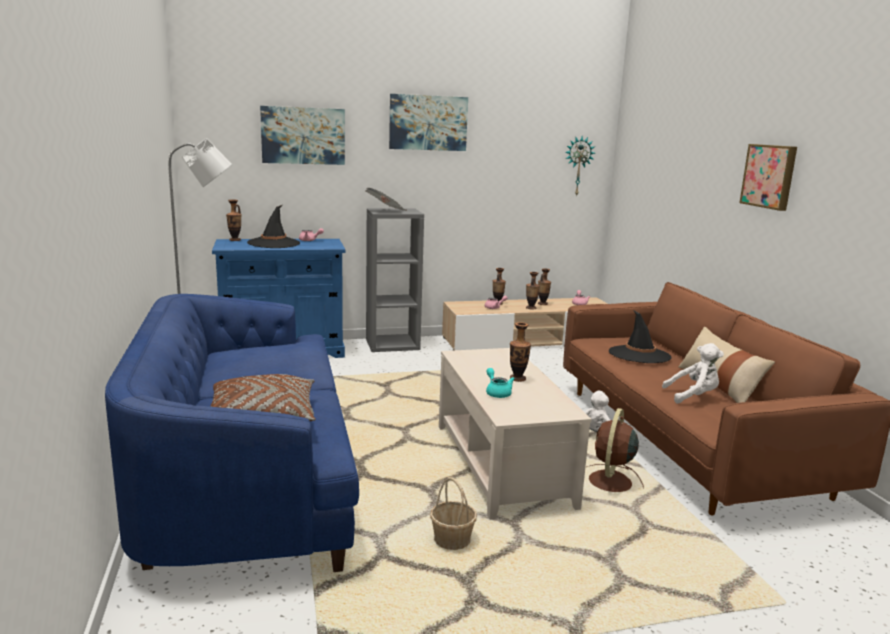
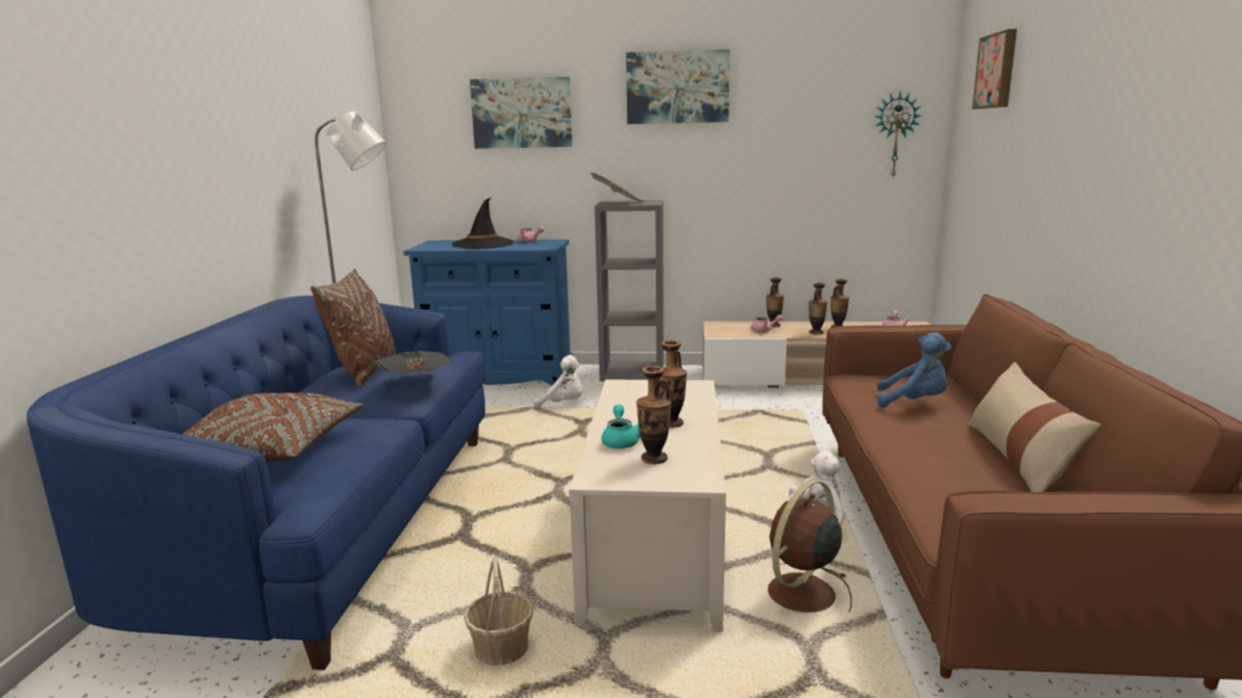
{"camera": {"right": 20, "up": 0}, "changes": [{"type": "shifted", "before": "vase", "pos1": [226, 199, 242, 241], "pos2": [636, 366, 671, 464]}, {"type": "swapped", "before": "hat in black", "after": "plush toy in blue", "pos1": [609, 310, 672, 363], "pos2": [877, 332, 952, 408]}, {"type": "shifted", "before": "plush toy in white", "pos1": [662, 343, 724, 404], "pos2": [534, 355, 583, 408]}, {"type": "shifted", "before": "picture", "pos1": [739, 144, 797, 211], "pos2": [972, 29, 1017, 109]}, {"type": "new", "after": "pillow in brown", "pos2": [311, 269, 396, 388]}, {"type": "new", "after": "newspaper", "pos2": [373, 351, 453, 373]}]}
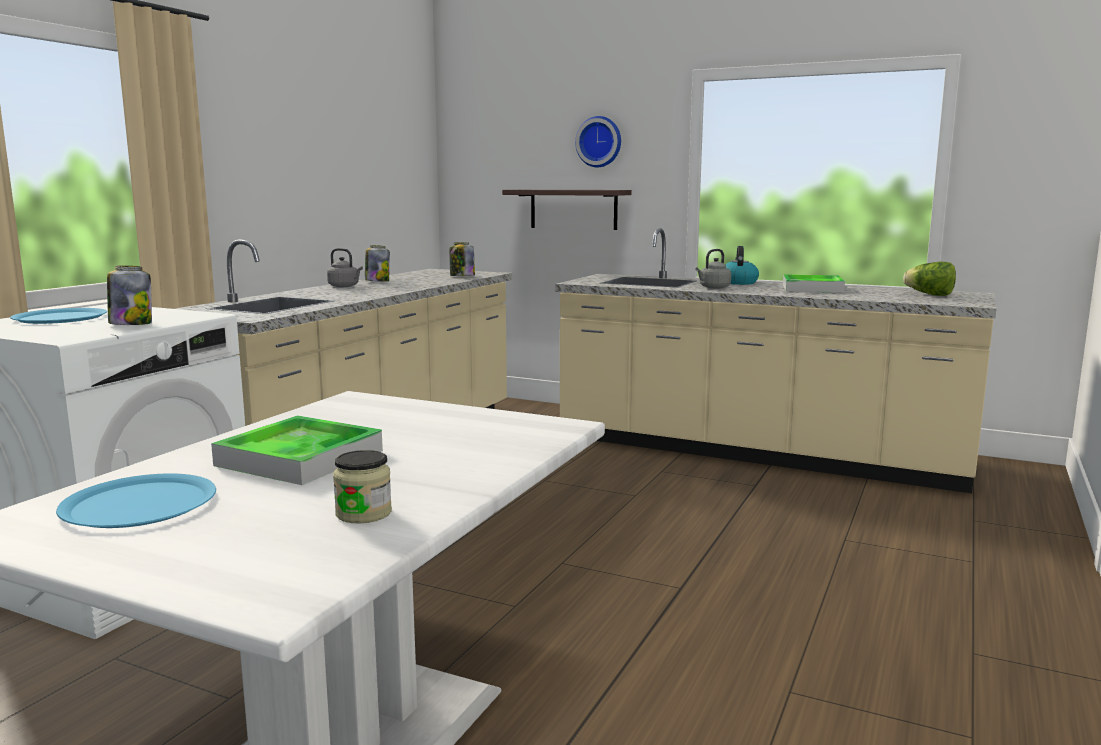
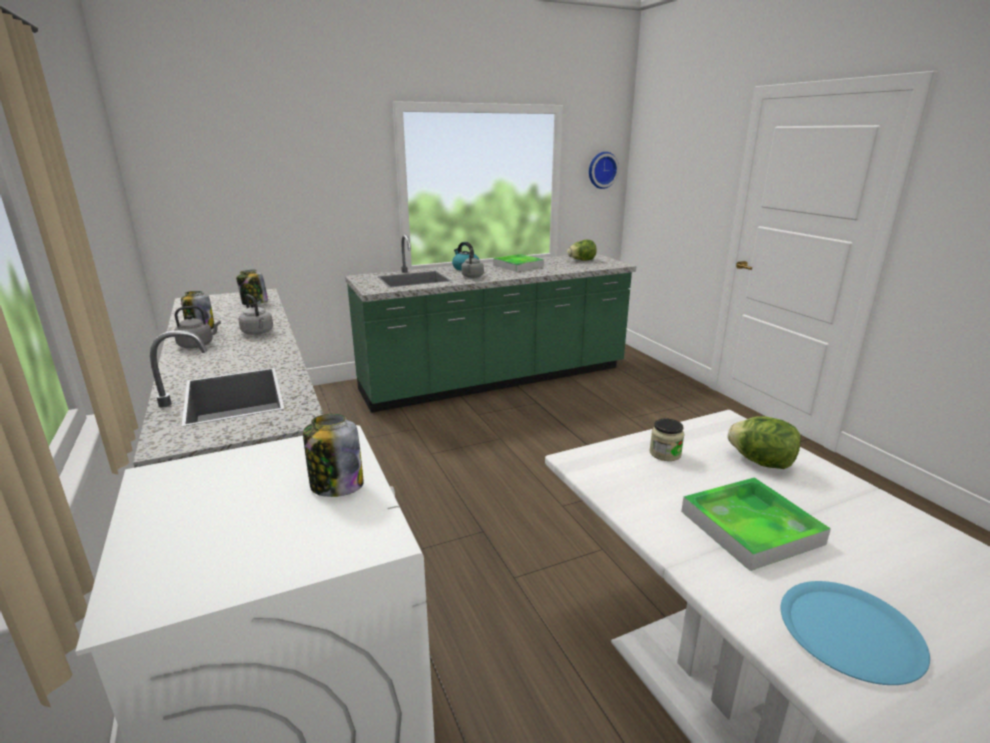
{"camera": {"right": -50, "up": 10}, "changes": [{"type": "gone", "before": "plate in blue", "pos1": [10, 308, 107, 324]}, {"type": "shifted", "before": "jar", "pos1": [333, 450, 392, 523], "pos2": [650, 418, 684, 461]}, {"type": "gone", "before": "shelf", "pos1": [502, 190, 632, 230]}, {"type": "repainted", "before": "counter in beige", "after": "counter in green", "pos1": [556, 228, 997, 493], "pos2": [345, 235, 636, 413]}, {"type": "shifted", "before": "wall clock", "pos1": [575, 116, 621, 167], "pos2": [589, 152, 619, 189]}, {"type": "new", "after": "kettle in grey", "pos2": [238, 294, 273, 335]}, {"type": "new", "after": "lettuce", "pos2": [727, 416, 801, 469]}]}
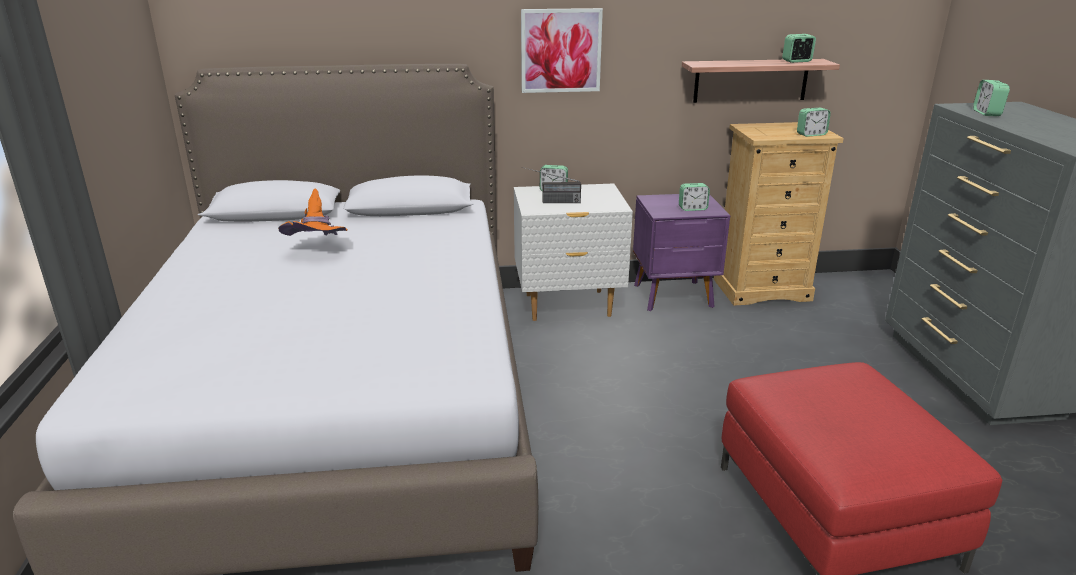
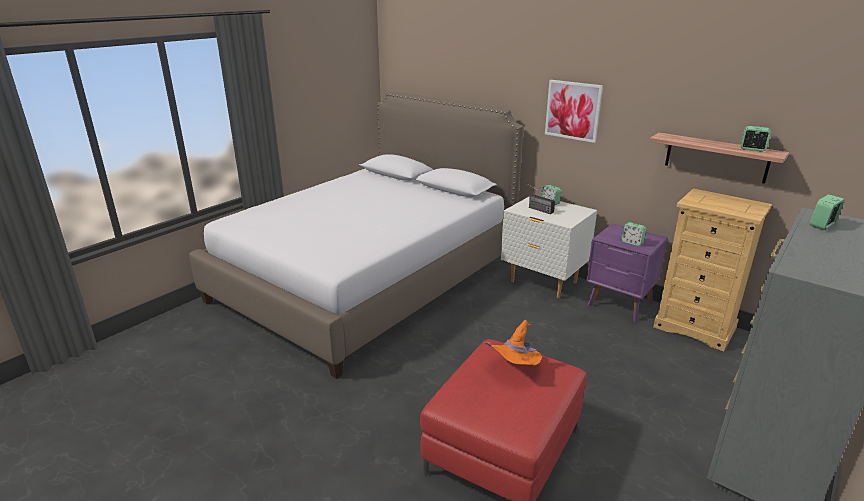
{"camera": {"right": 45, "up": 0}, "changes": [{"type": "shifted", "before": "hat in orange", "pos1": [278, 189, 348, 236], "pos2": [484, 320, 543, 366]}, {"type": "gone", "before": "alarm clock", "pos1": [797, 108, 831, 137]}]}
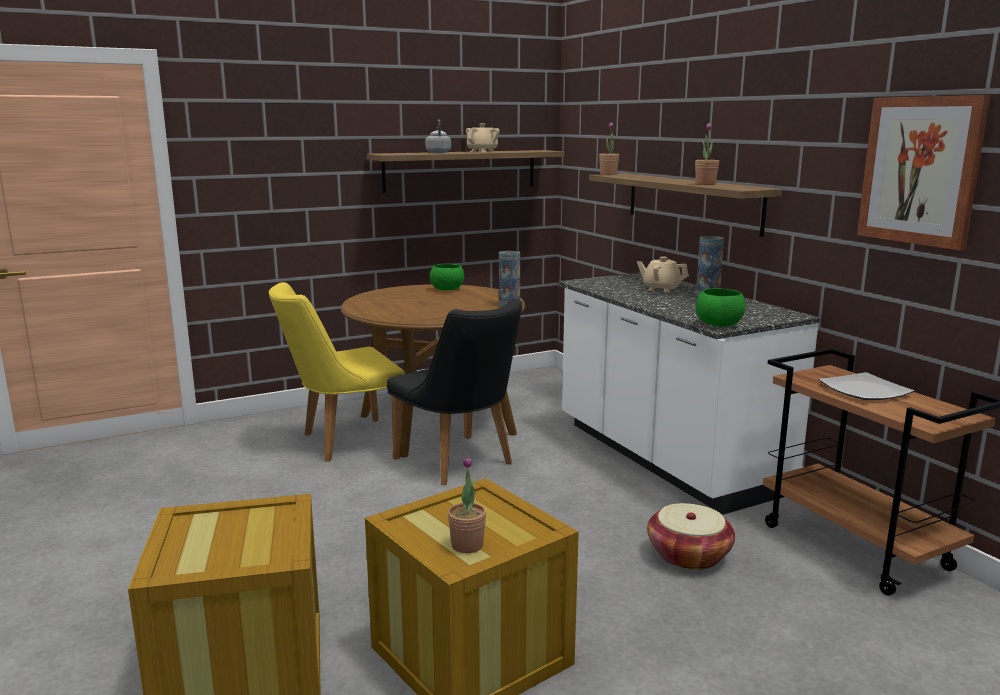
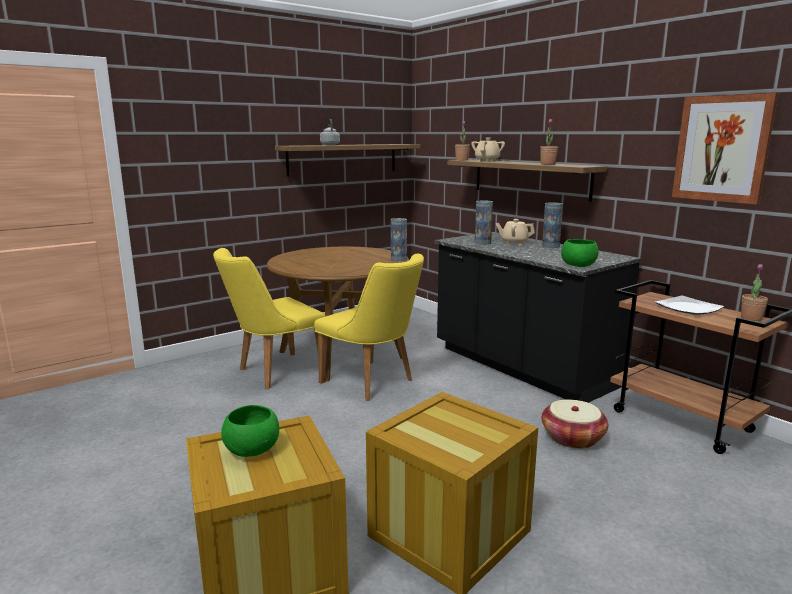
{"camera": {"right": -10, "up": 0}, "changes": [{"type": "repainted", "before": "chair in black", "after": "chair in yellow", "pos1": [387, 299, 522, 485], "pos2": [314, 254, 424, 401]}, {"type": "shifted", "before": "bowl in green", "pos1": [430, 264, 464, 290], "pos2": [221, 405, 279, 457]}, {"type": "shifted", "before": "potted plant", "pos1": [448, 456, 486, 553], "pos2": [741, 264, 768, 321]}, {"type": "shifted", "before": "teapot in beige", "pos1": [466, 123, 500, 152], "pos2": [471, 137, 505, 162]}, {"type": "repainted", "before": "counter in white", "after": "counter in black", "pos1": [558, 272, 820, 515], "pos2": [434, 232, 641, 403]}, {"type": "new", "after": "vase", "pos2": [475, 201, 493, 245]}]}
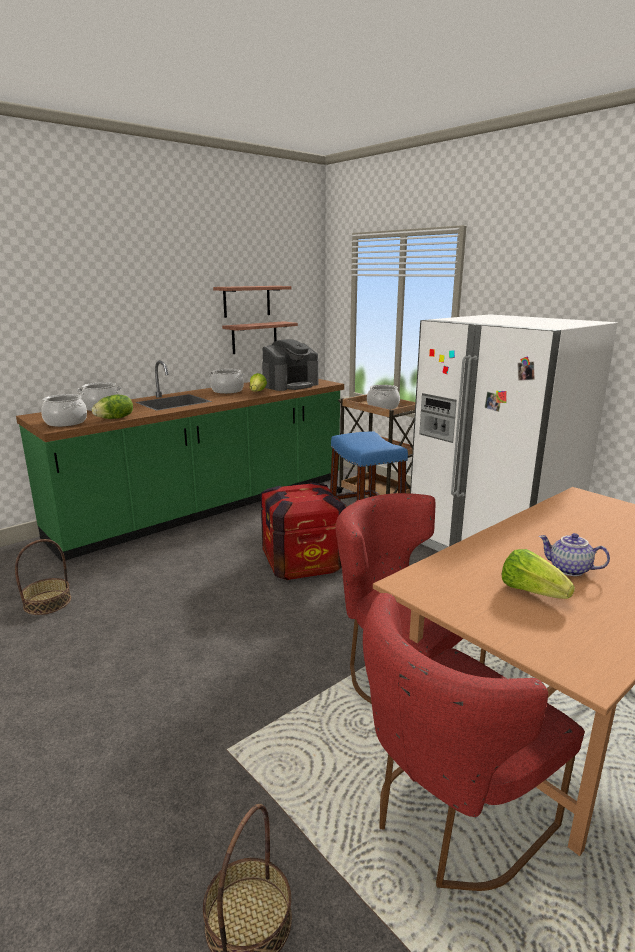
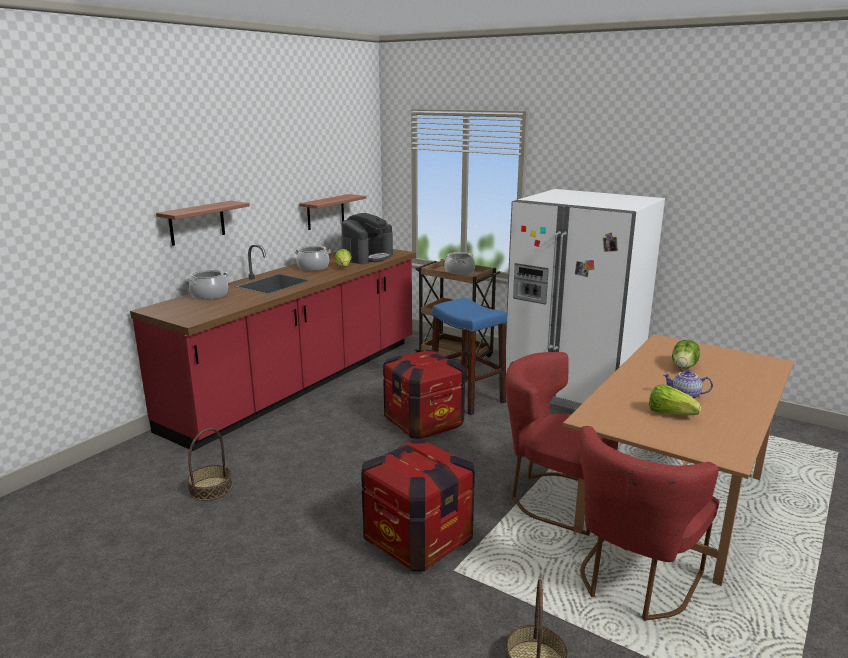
{"camera": {"right": -15, "up": 0}, "changes": [{"type": "repainted", "before": "counter in green", "after": "counter in red", "pos1": [16, 361, 344, 562], "pos2": [130, 244, 416, 451]}, {"type": "gone", "before": "cooking pot", "pos1": [41, 394, 87, 427]}, {"type": "shifted", "before": "lettuce", "pos1": [92, 395, 133, 419], "pos2": [672, 340, 700, 369]}, {"type": "shifted", "before": "shelf", "pos1": [213, 286, 292, 318], "pos2": [156, 201, 250, 246]}, {"type": "new", "after": "crate", "pos2": [361, 439, 475, 571]}]}
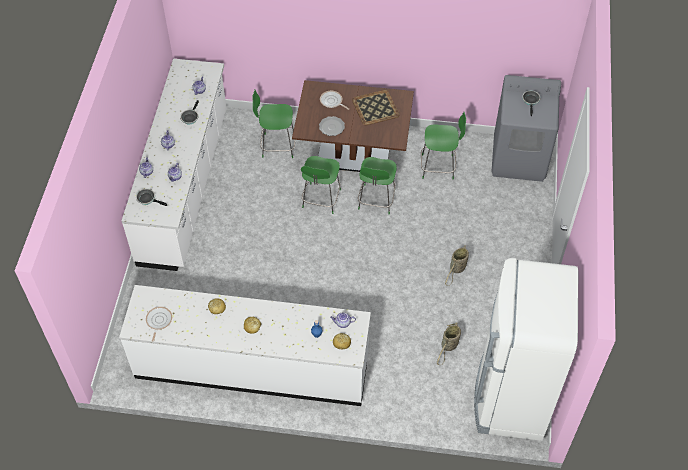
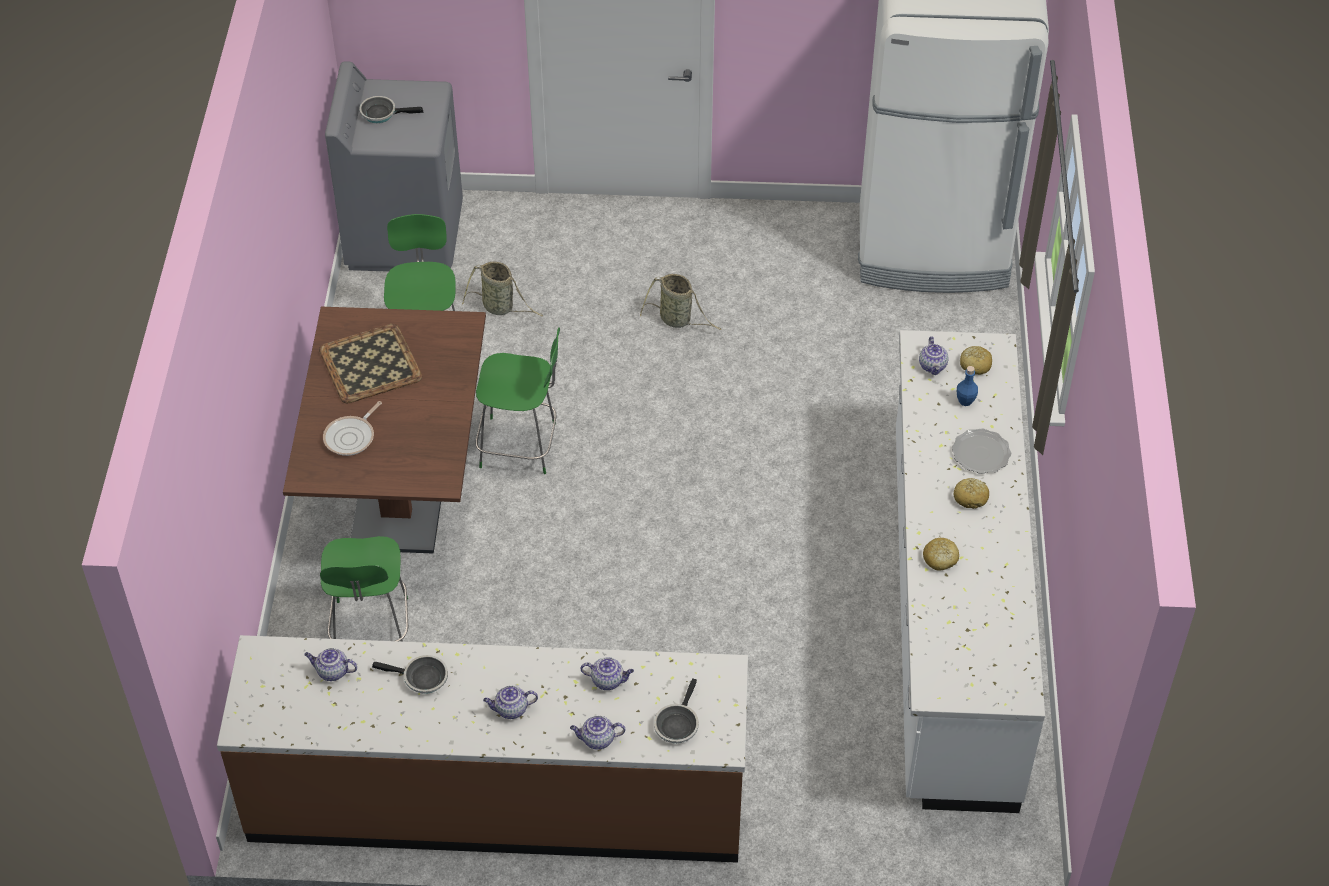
{"camera": {"right": -95, "up": -5}, "changes": [{"type": "repainted", "before": "counter in white", "after": "counter in brown", "pos1": [121, 58, 227, 271], "pos2": [217, 635, 748, 863]}, {"type": "gone", "before": "frying pan", "pos1": [146, 307, 172, 341]}, {"type": "gone", "before": "chair in green", "pos1": [301, 156, 341, 214]}, {"type": "shifted", "before": "plate", "pos1": [319, 116, 345, 136], "pos2": [952, 428, 1011, 474]}, {"type": "shifted", "before": "basket", "pos1": [437, 322, 461, 365], "pos2": [462, 261, 543, 316]}]}
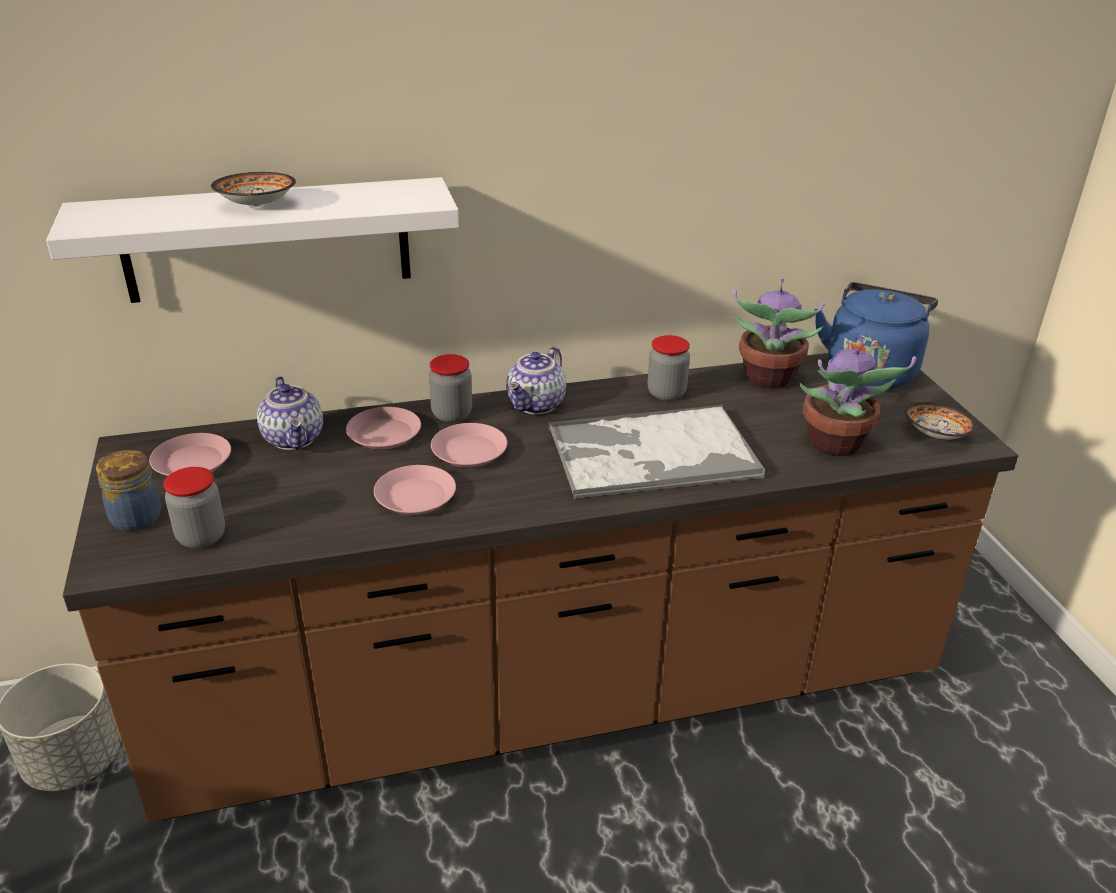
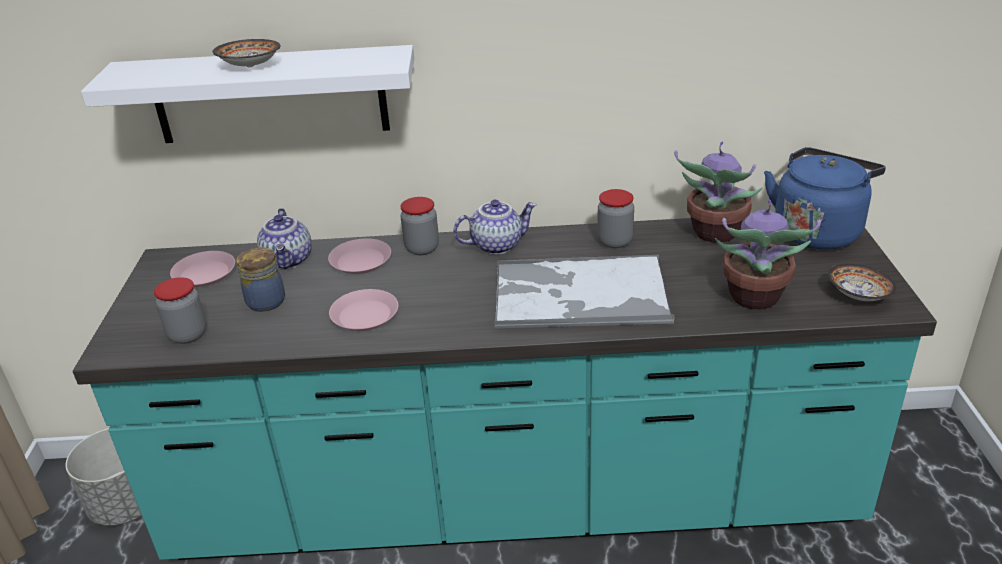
{"camera": {"right": 15, "up": 0}, "changes": [{"type": "repainted", "before": "counter in brown", "after": "counter in turquoise", "pos1": [63, 353, 1019, 822], "pos2": [73, 215, 937, 560]}, {"type": "shifted", "before": "jar", "pos1": [96, 450, 161, 531], "pos2": [236, 247, 285, 312]}, {"type": "gone", "before": "plate in pink", "pos1": [431, 423, 507, 467]}, {"type": "rotated", "before": "teapot", "pos1": [506, 346, 566, 415], "pos2": [453, 200, 537, 255], "turn": -150}]}
